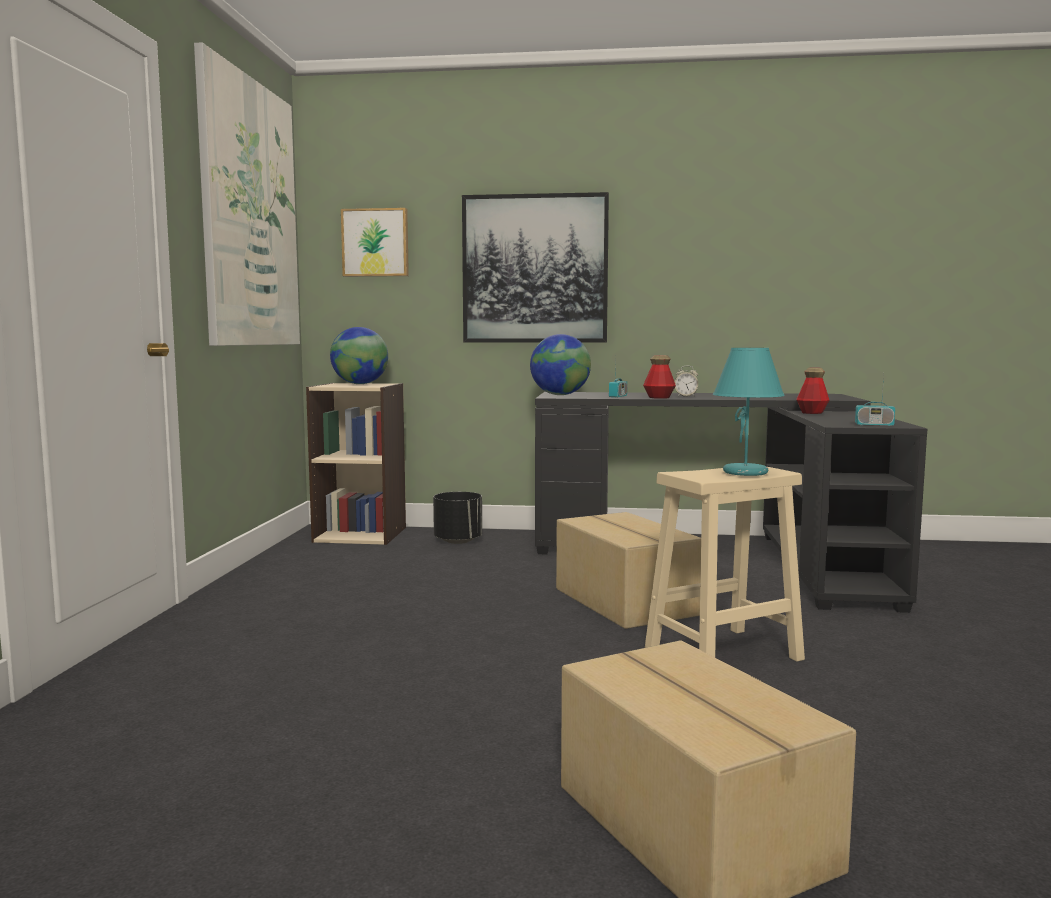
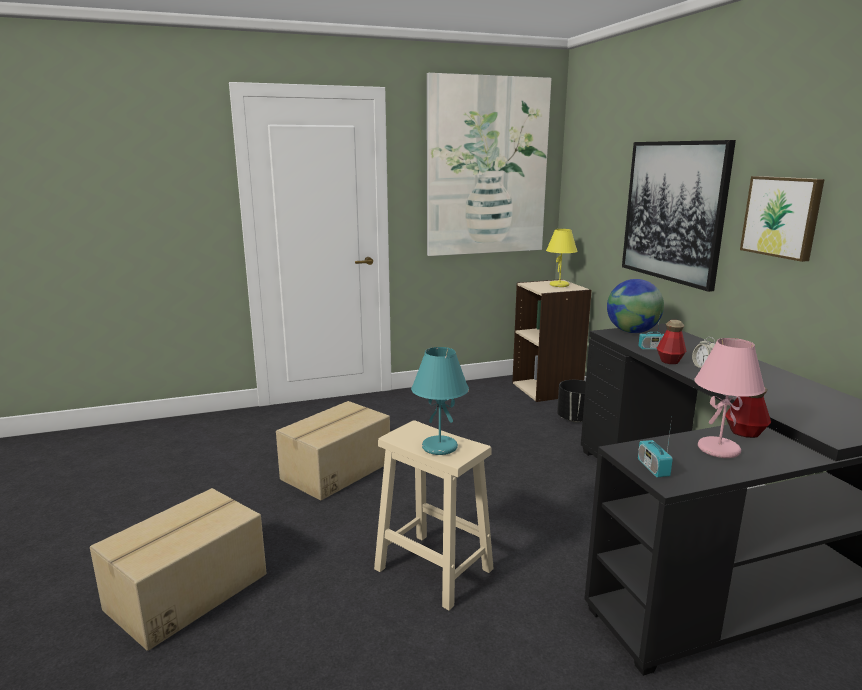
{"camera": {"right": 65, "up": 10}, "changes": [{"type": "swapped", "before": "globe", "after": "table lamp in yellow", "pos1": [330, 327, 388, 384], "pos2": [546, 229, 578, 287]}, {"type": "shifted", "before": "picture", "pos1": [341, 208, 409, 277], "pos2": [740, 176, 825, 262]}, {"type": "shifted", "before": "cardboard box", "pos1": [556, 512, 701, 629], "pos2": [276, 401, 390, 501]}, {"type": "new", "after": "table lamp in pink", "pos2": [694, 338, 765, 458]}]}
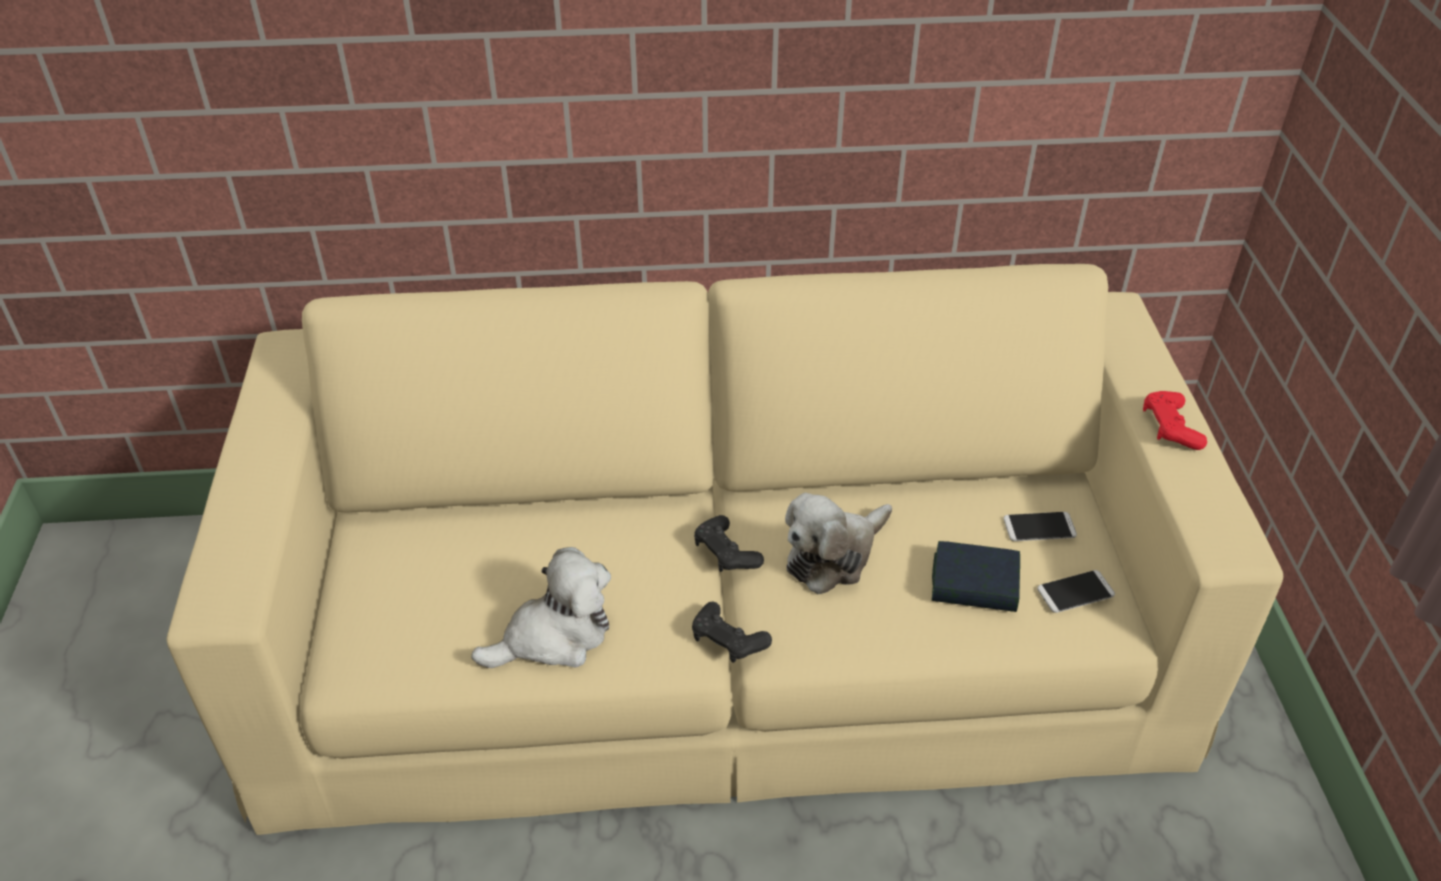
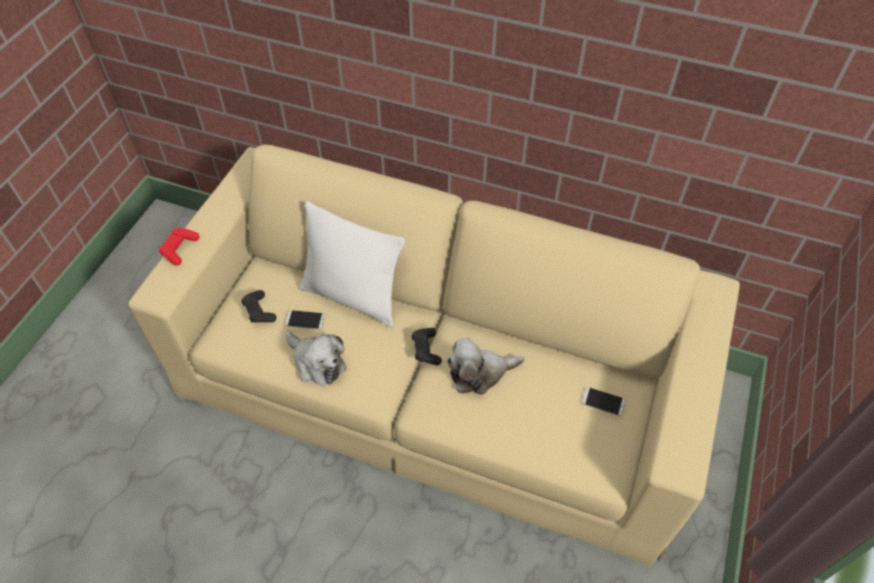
{"camera": {"right": 25, "up": 10}, "changes": [{"type": "rotated", "before": "plush toy", "pos1": [471, 547, 611, 668], "pos2": [285, 331, 346, 385], "turn": 45}, {"type": "shifted", "before": "game controller in black", "pos1": [692, 602, 772, 663], "pos2": [242, 290, 277, 323]}, {"type": "gone", "before": "book", "pos1": [932, 541, 1020, 612]}, {"type": "shifted", "before": "phone", "pos1": [1037, 570, 1115, 613], "pos2": [285, 310, 325, 329]}, {"type": "shifted", "before": "game controller in red", "pos1": [1143, 391, 1207, 450], "pos2": [159, 228, 199, 266]}, {"type": "new", "after": "pillow in white", "pos2": [300, 201, 405, 328]}]}
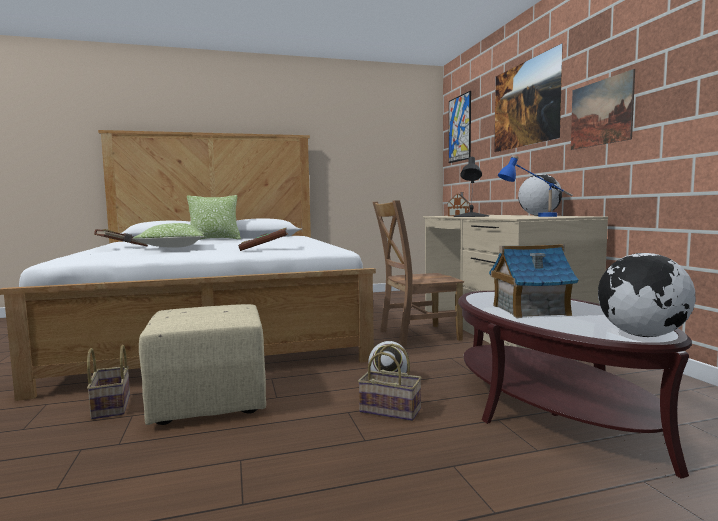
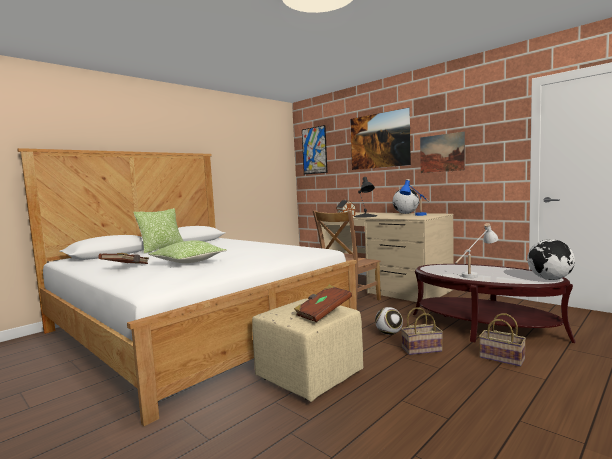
{"camera": {"right": -30, "up": 0}, "changes": [{"type": "shifted", "before": "basket", "pos1": [87, 345, 130, 419], "pos2": [479, 313, 526, 367]}, {"type": "shifted", "before": "book in brown", "pos1": [238, 228, 288, 251], "pos2": [294, 285, 352, 322]}, {"type": "swapped", "before": "toy house", "after": "table lamp in white", "pos1": [489, 244, 579, 318], "pos2": [455, 223, 498, 278]}]}
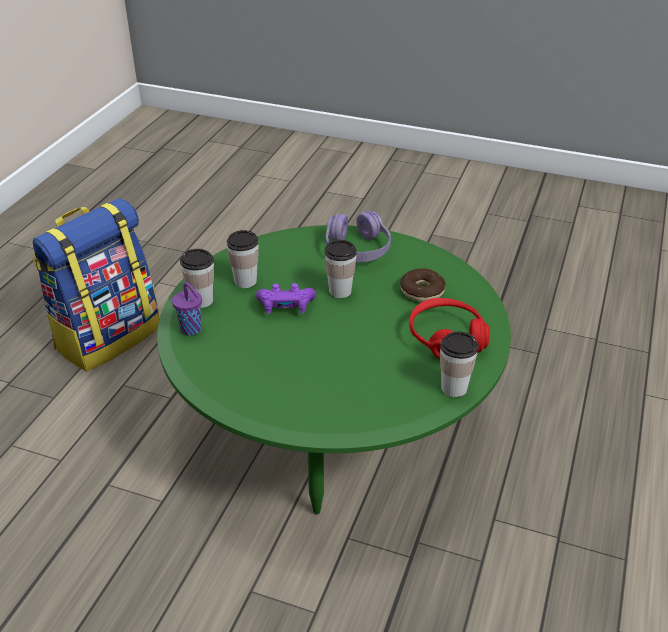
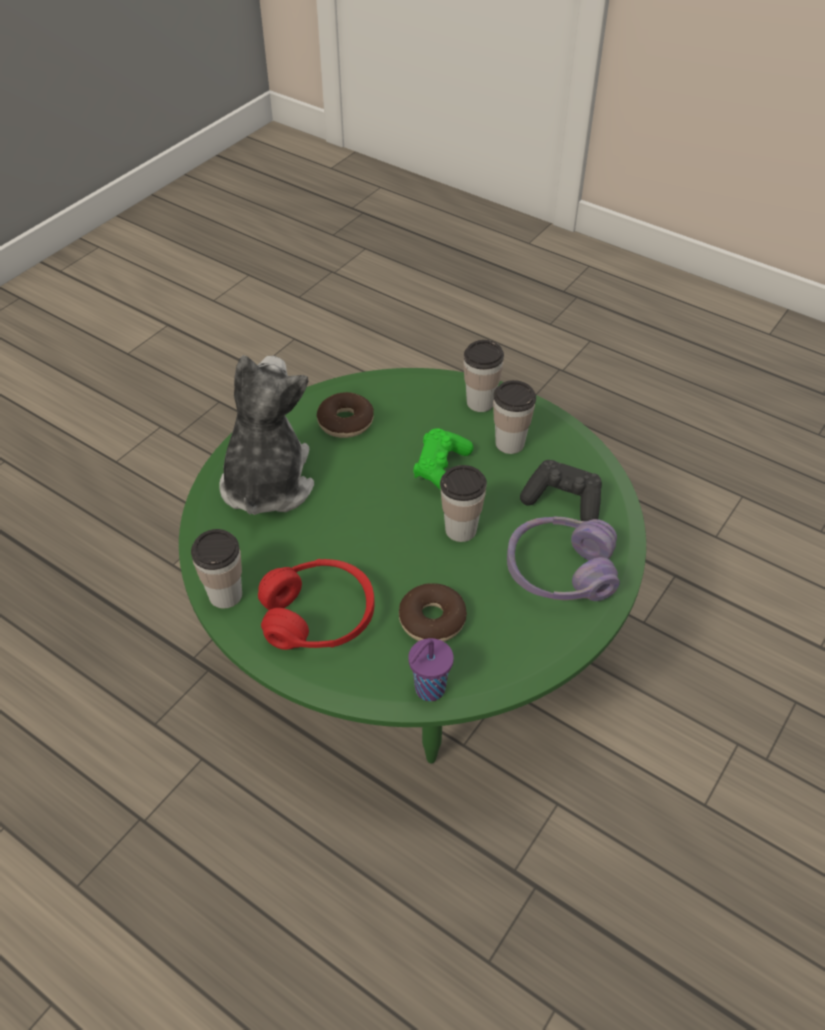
{"camera": {"right": 105, "up": 10}, "changes": [{"type": "gone", "before": "backpack", "pos1": [32, 198, 159, 372]}, {"type": "shifted", "before": "cup in purple", "pos1": [172, 282, 202, 336], "pos2": [408, 638, 454, 701]}, {"type": "repainted", "before": "game controller in purple", "after": "game controller in green", "pos1": [256, 283, 316, 314], "pos2": [413, 428, 473, 491]}, {"type": "new", "after": "plush toy", "pos2": [219, 355, 314, 515]}, {"type": "new", "after": "donut", "pos2": [317, 392, 374, 438]}, {"type": "new", "after": "game controller in black", "pos2": [520, 460, 602, 521]}]}
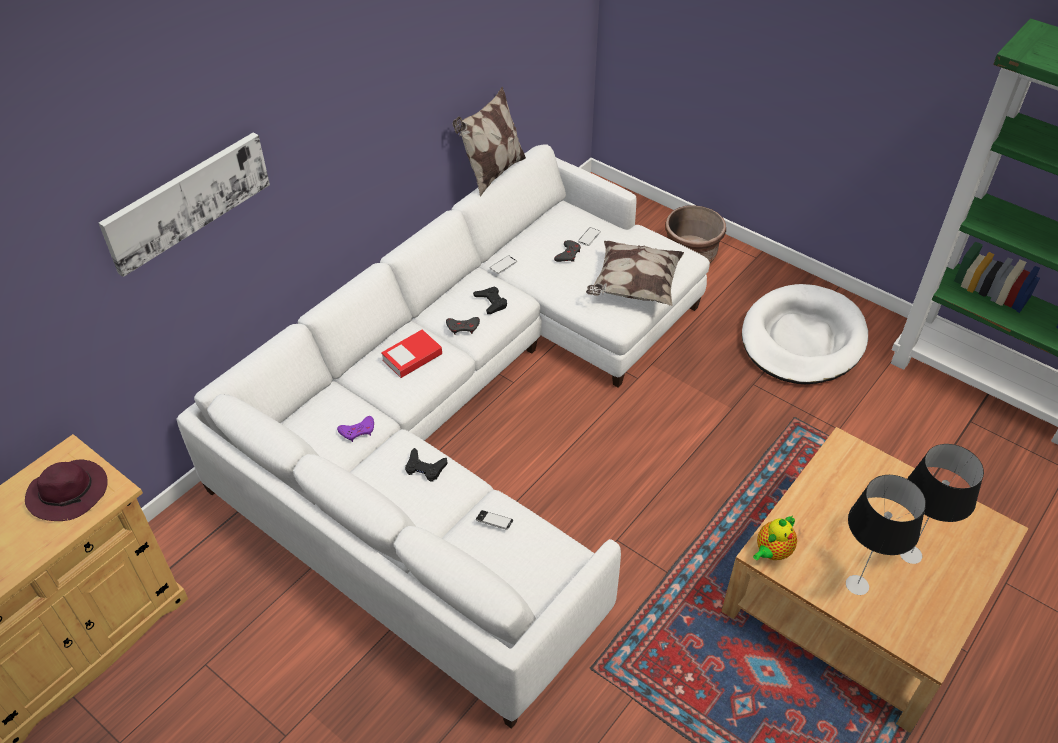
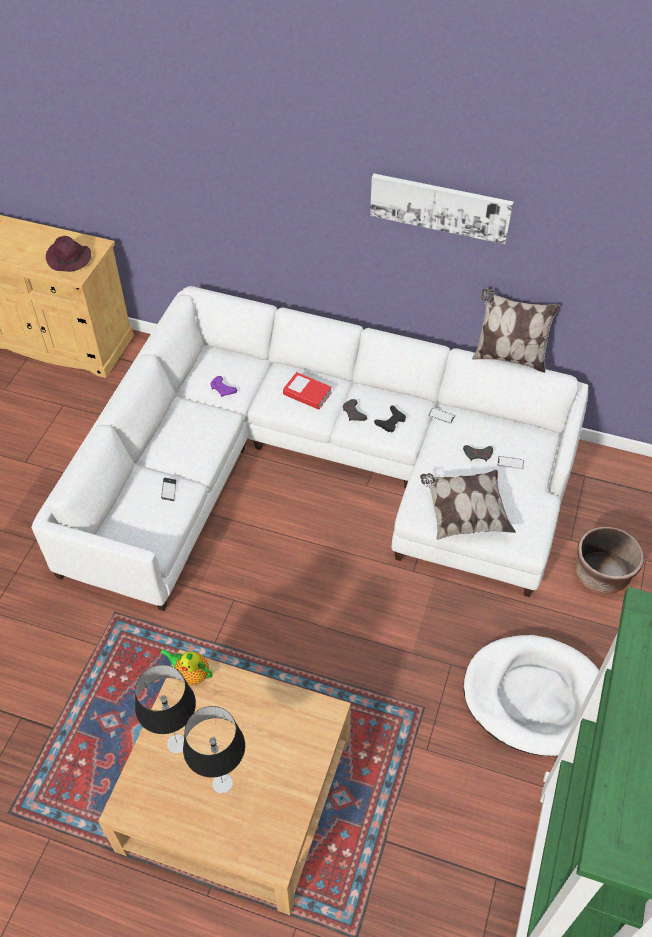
{"camera": {"right": 70, "up": 5}, "changes": [{"type": "shifted", "before": "picture", "pos1": [99, 132, 270, 277], "pos2": [370, 173, 514, 244]}, {"type": "gone", "before": "game controller in black", "pos1": [405, 448, 448, 482]}]}
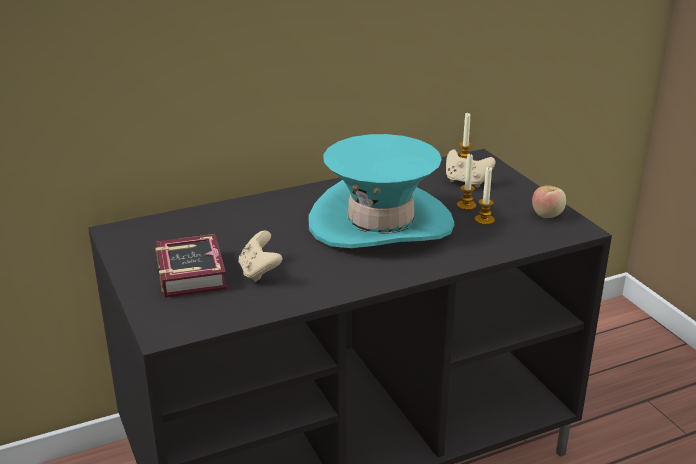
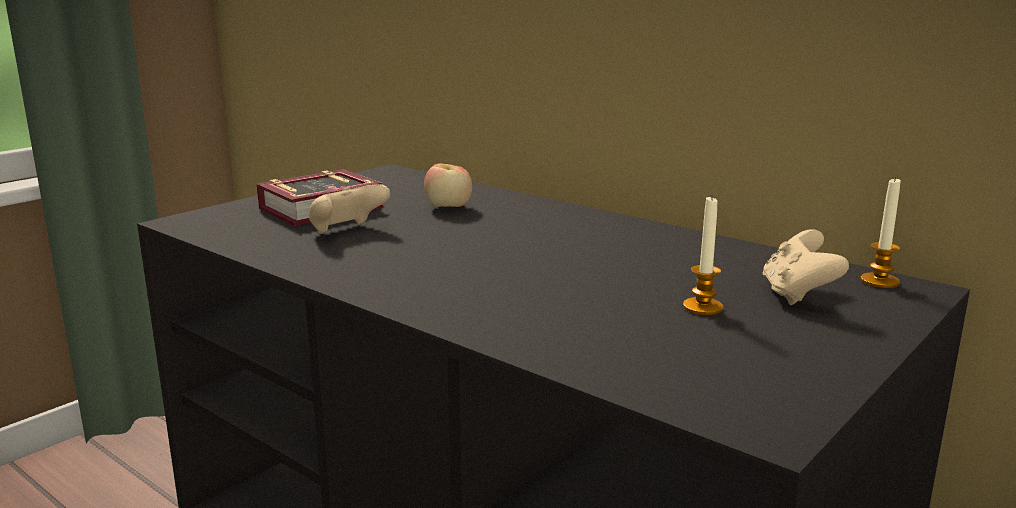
{"camera": {"right": 65, "up": -10}, "changes": [{"type": "gone", "before": "hat in turquoise", "pos1": [309, 134, 454, 248]}, {"type": "gone", "before": "candle", "pos1": [474, 167, 495, 225]}, {"type": "shifted", "before": "apple", "pos1": [532, 185, 566, 218], "pos2": [424, 164, 472, 207]}]}
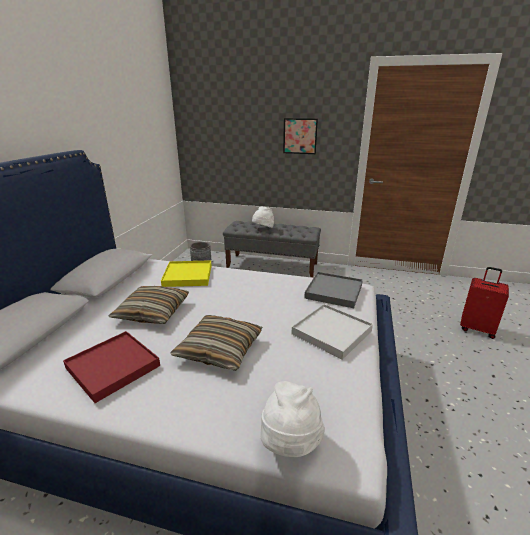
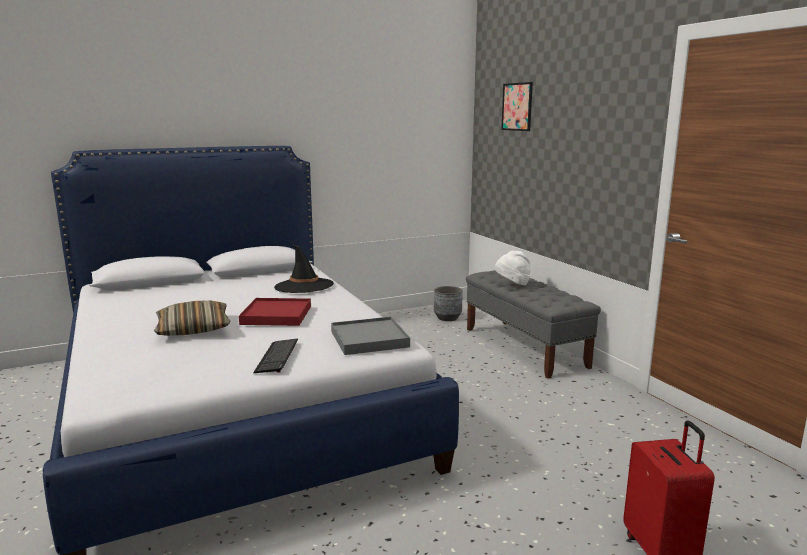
{"camera": {"right": 50, "up": -10}, "changes": [{"type": "shifted", "before": "tray in red", "pos1": [63, 331, 160, 403], "pos2": [239, 298, 311, 326]}, {"type": "gone", "before": "pillow", "pos1": [109, 286, 189, 324]}, {"type": "swapped", "before": "tray in yellow", "after": "hat in black", "pos1": [161, 260, 212, 287], "pos2": [274, 244, 334, 293]}, {"type": "gone", "before": "hat in white", "pos1": [261, 381, 325, 457]}, {"type": "shifted", "before": "picture", "pos1": [283, 118, 318, 154], "pos2": [501, 82, 533, 131]}, {"type": "swapped", "before": "tray in white", "after": "keyboard", "pos1": [292, 304, 373, 360], "pos2": [253, 339, 298, 373]}]}
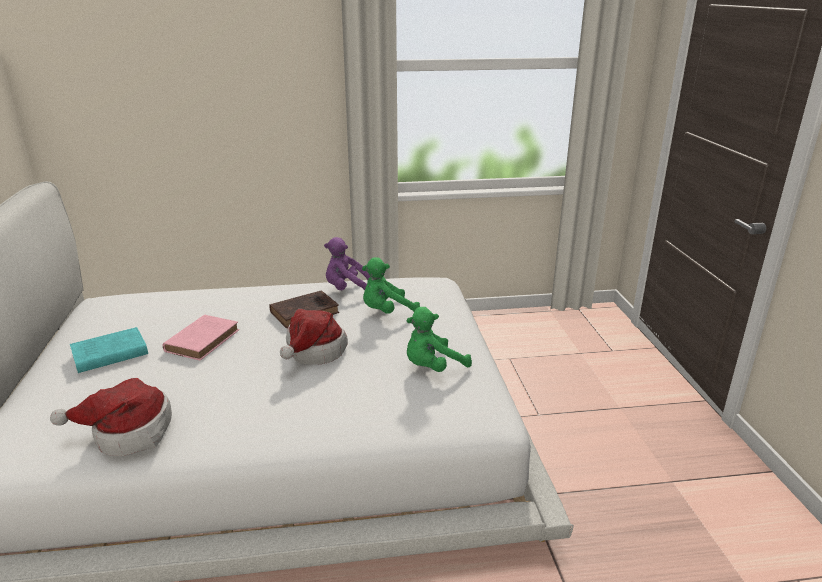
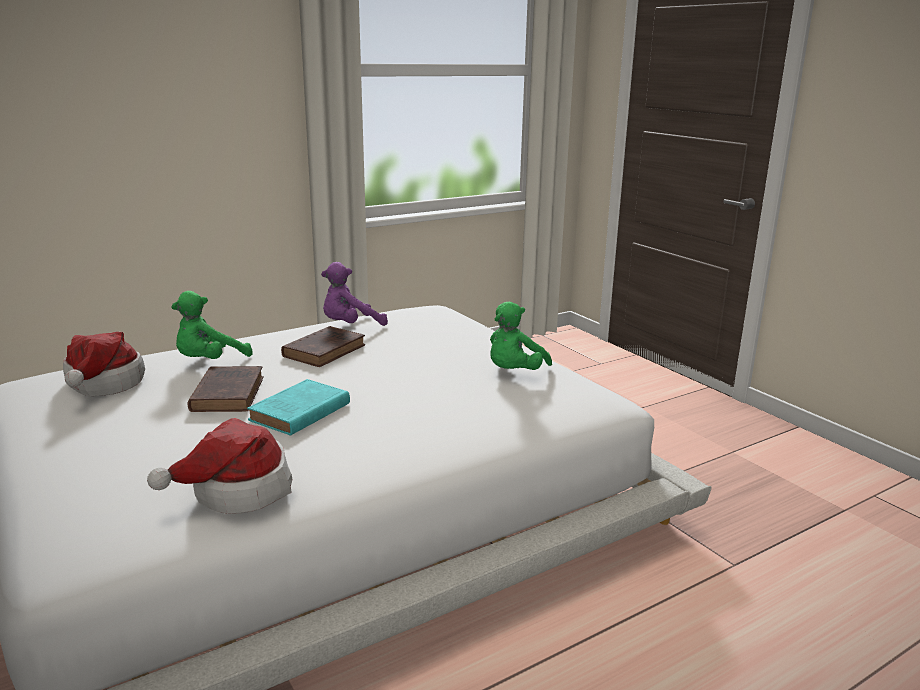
{"camera": {"right": -25, "up": -5}, "changes": [{"type": "shifted", "before": "book in turquoise", "pos1": [70, 327, 148, 373], "pos2": [247, 379, 350, 436]}, {"type": "repainted", "before": "book in pink", "after": "book in brown", "pos1": [163, 315, 239, 360], "pos2": [188, 366, 264, 412]}, {"type": "shifted", "before": "hat", "pos1": [280, 309, 348, 365], "pos2": [63, 332, 145, 396]}, {"type": "shifted", "before": "plush toy in green", "pos1": [362, 257, 420, 314], "pos2": [171, 291, 253, 359]}]}
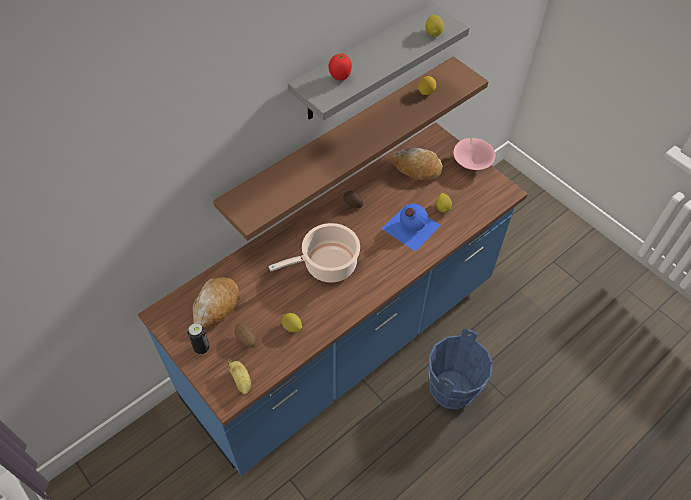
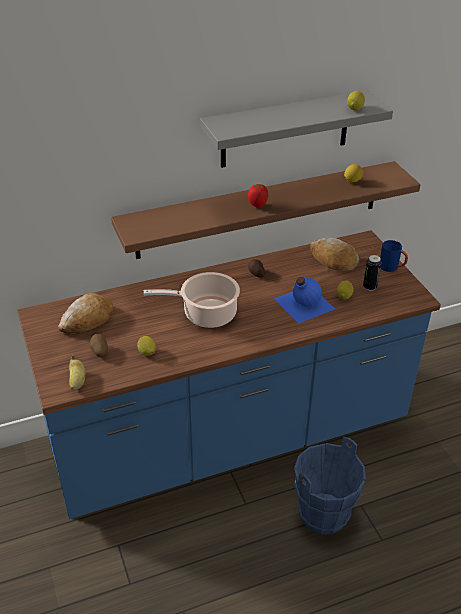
{"camera": {"right": 20, "up": -15}, "changes": [{"type": "shifted", "before": "can", "pos1": [188, 323, 210, 354], "pos2": [363, 255, 382, 291]}, {"type": "shifted", "before": "tomato", "pos1": [329, 53, 352, 81], "pos2": [248, 184, 268, 208]}, {"type": "swapped", "before": "bowl in pink", "after": "mug in blue", "pos1": [453, 138, 495, 170], "pos2": [380, 240, 408, 272]}]}
